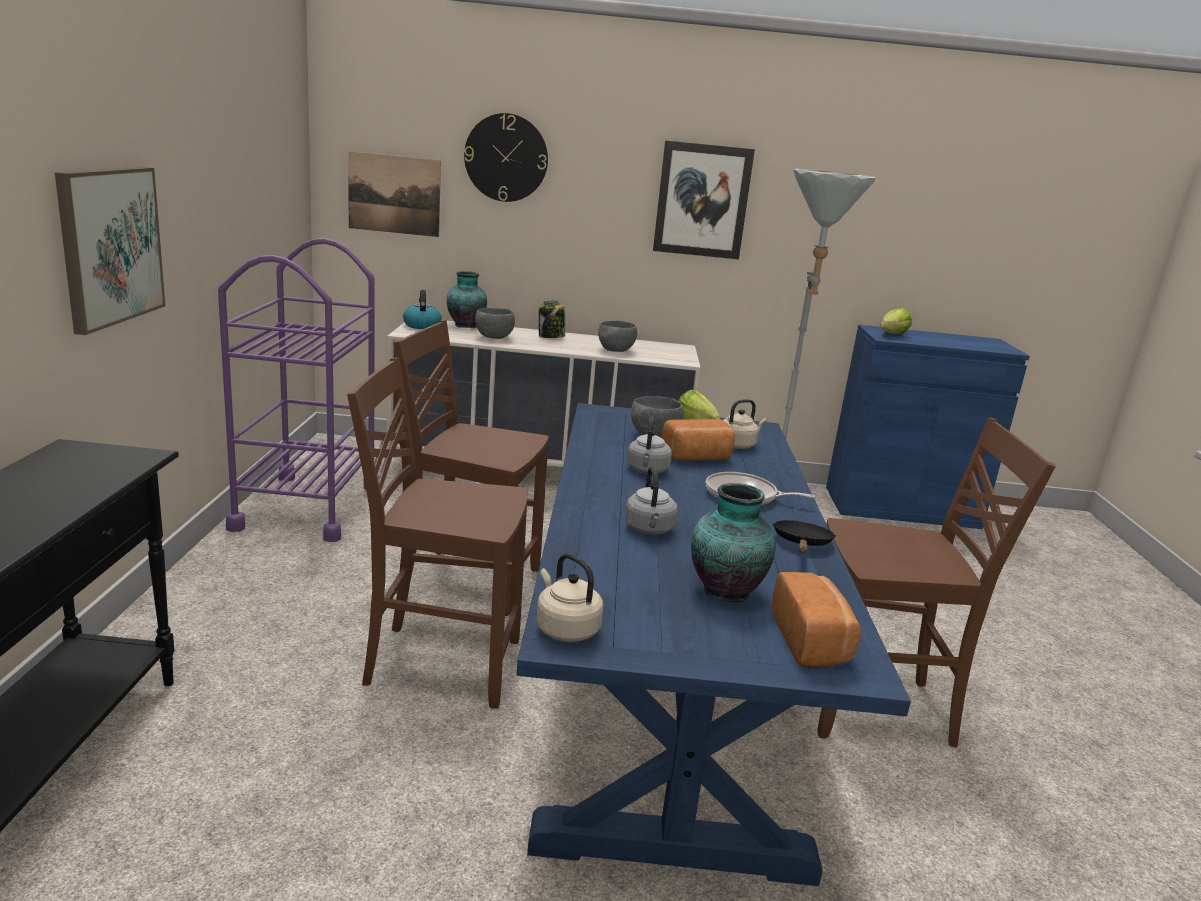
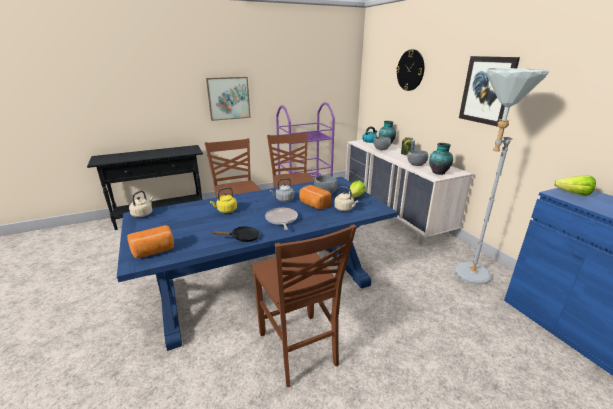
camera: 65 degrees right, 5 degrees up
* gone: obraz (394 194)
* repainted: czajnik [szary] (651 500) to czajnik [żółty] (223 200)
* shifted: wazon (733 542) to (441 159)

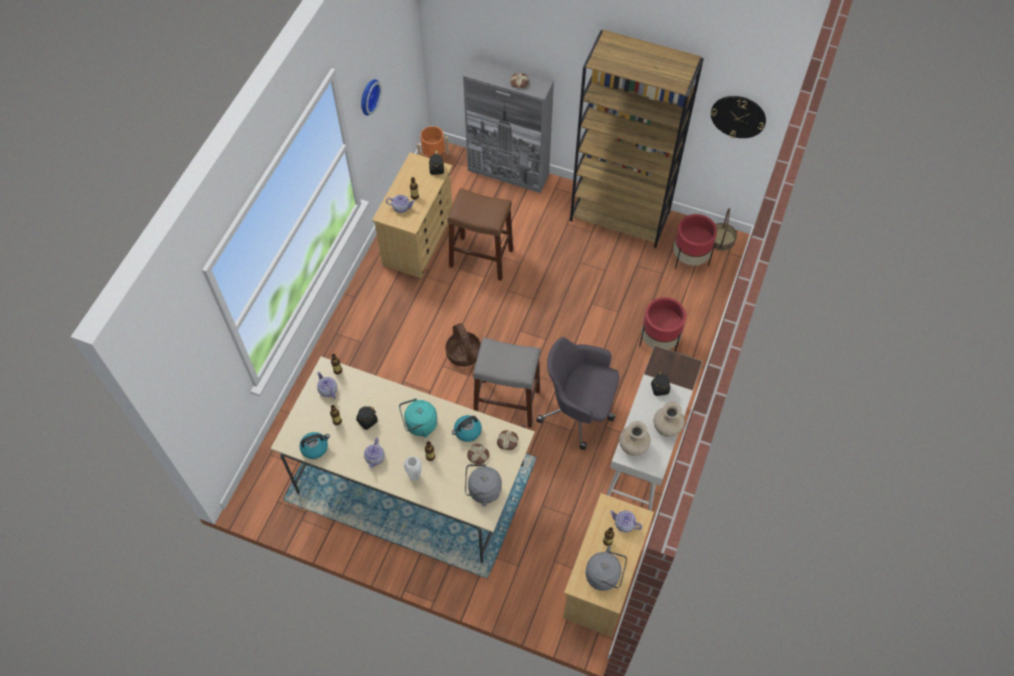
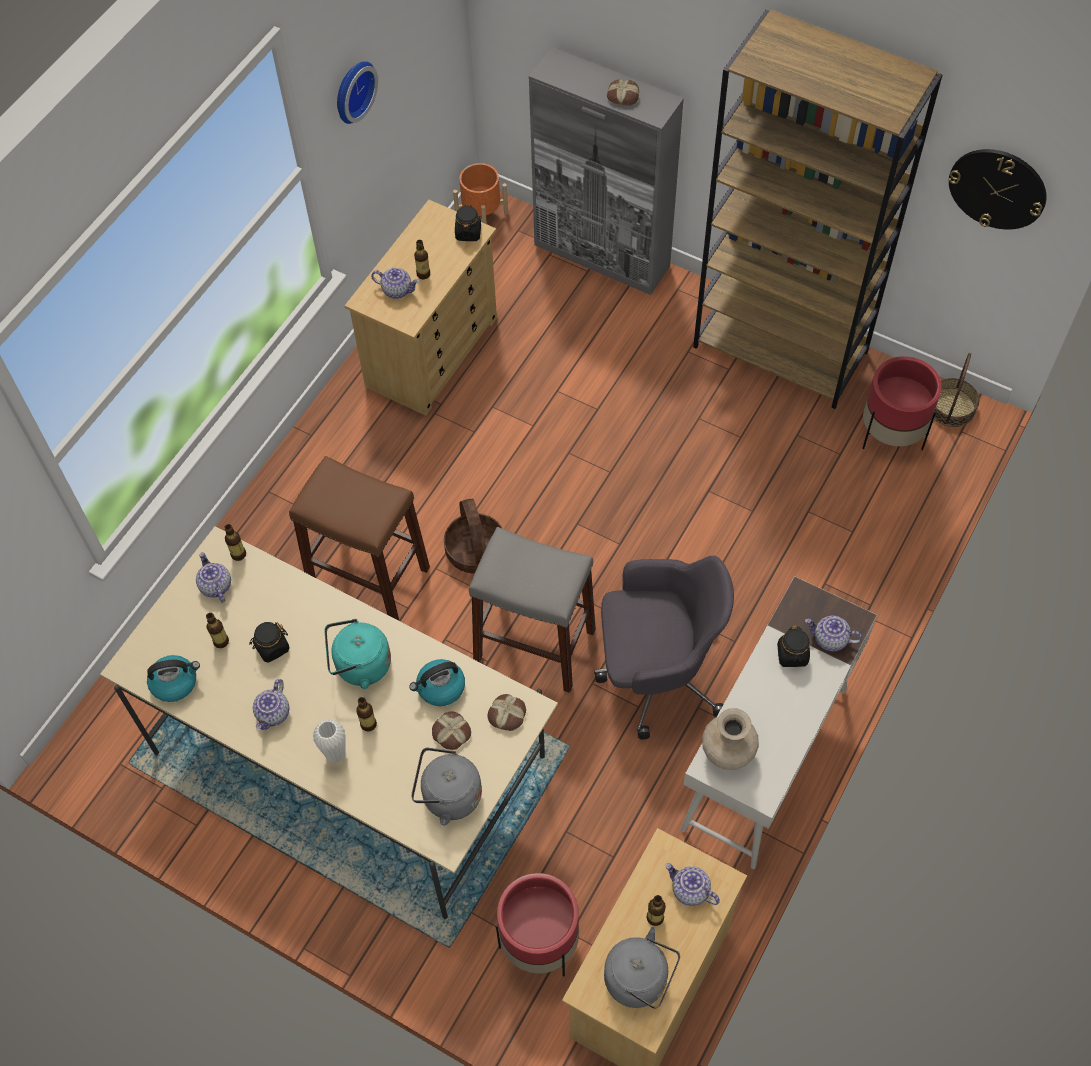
camera: 10 degrees right, 0 degrees up
* shifted: stołek [brązowy] (480 234) to (359 538)
* rotated: krzesło biurowe [szary] (577 393) = (664 647) 150 degrees clockwise
* shifted: donica [czerwony] (662 324) to (537 925)
* gone: wazon [beżowy] (669 419)
* new: imbryk (833 633)

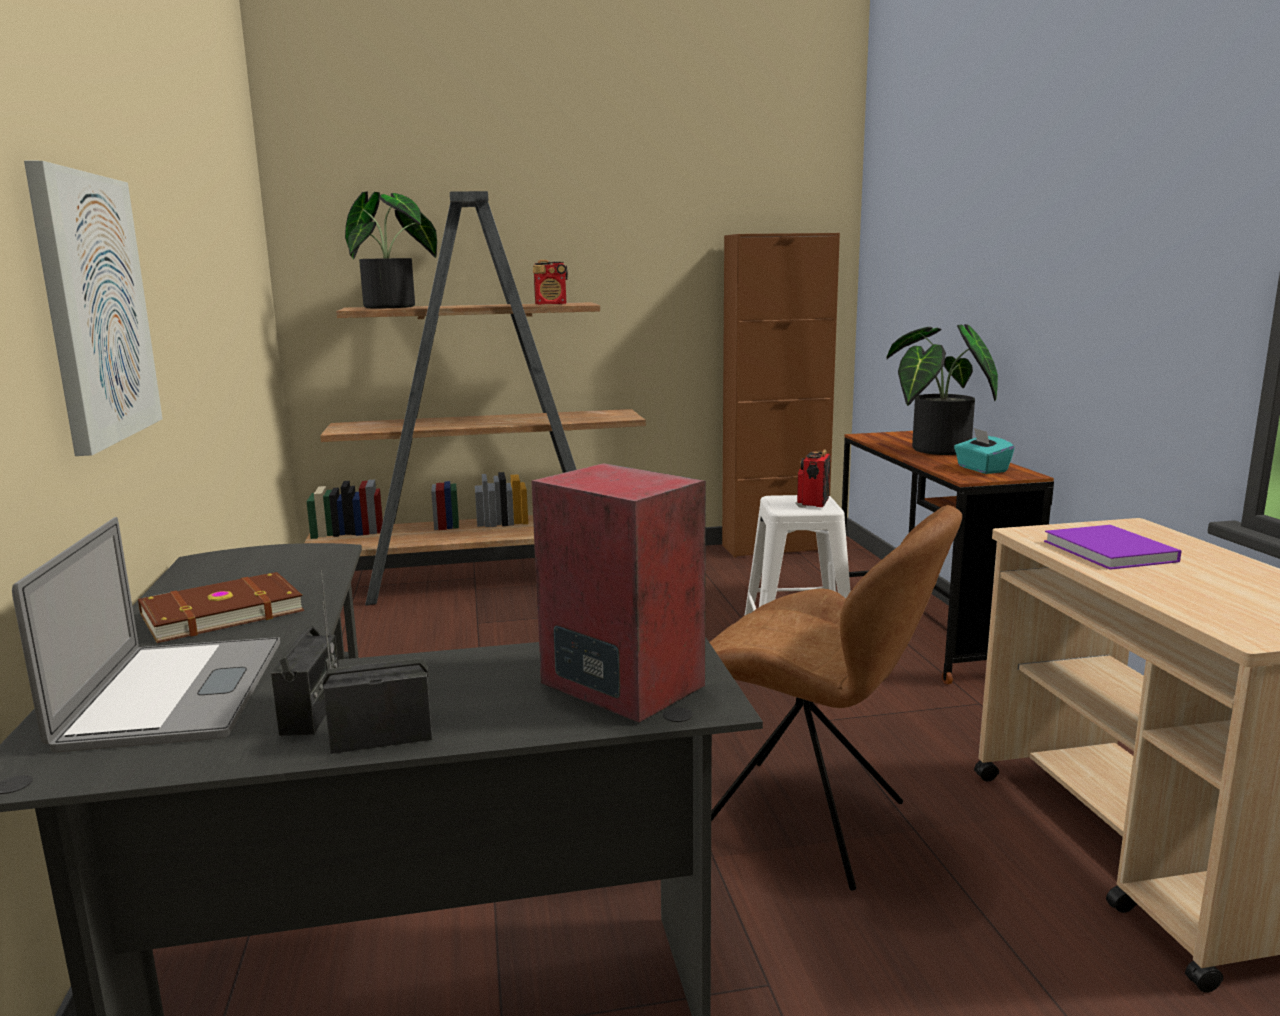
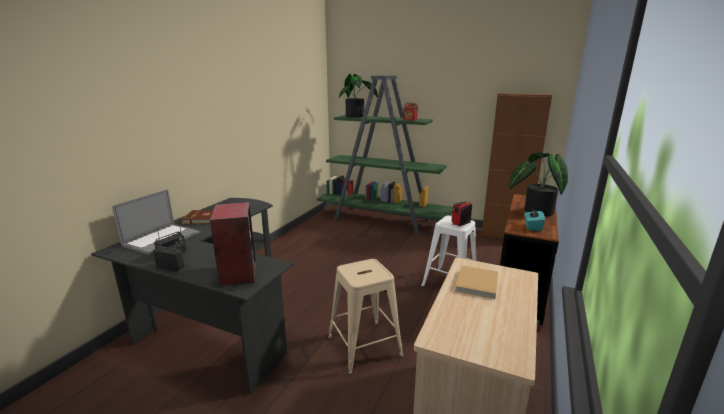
camera: 35 degrees right, 5 degrees up
* gone: obraz (93 308)
* repainted: regał [brązowy] (475 398) to regał [zielony] (385 155)
* swapped: krzesło [brązowy] (835 698) to stołek [beżowy] (365 317)
* repainted: książka [fioletowy] (1113 547) to książka [beżowy] (476 282)

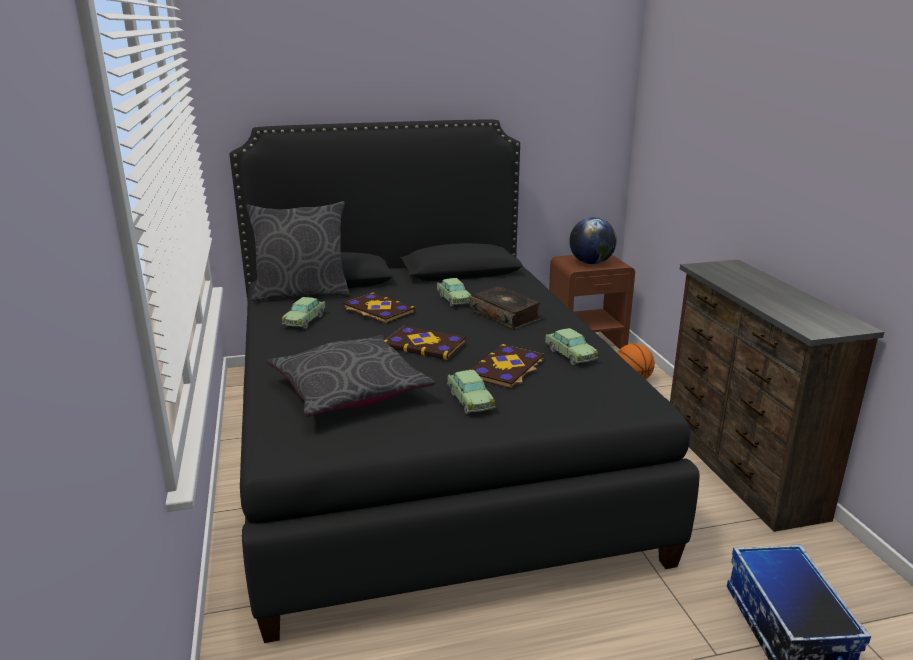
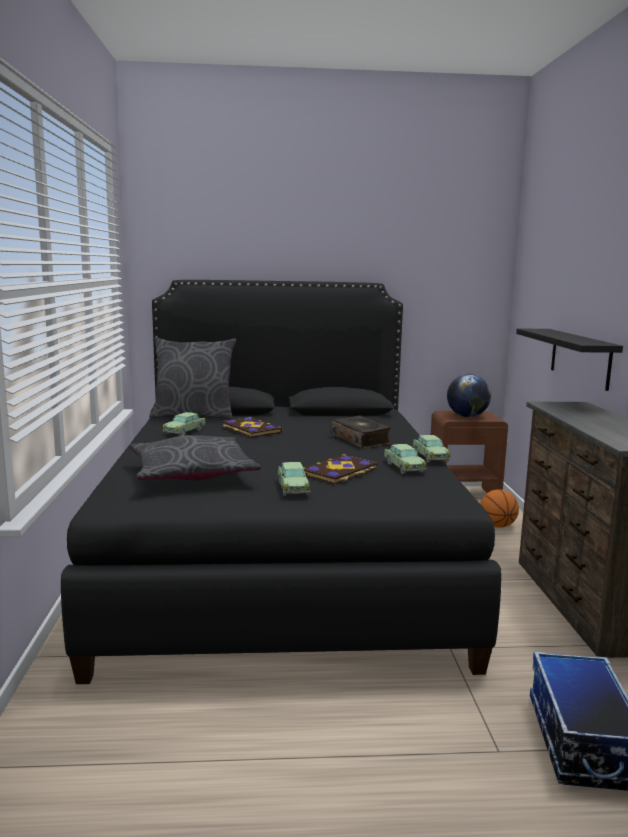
camera: 10 degrees right, 10 degrees down
* gone: książka (425 343)
* shifted: samochodzik (454 292) to (432 449)
* new: półka [czarny] (569 359)

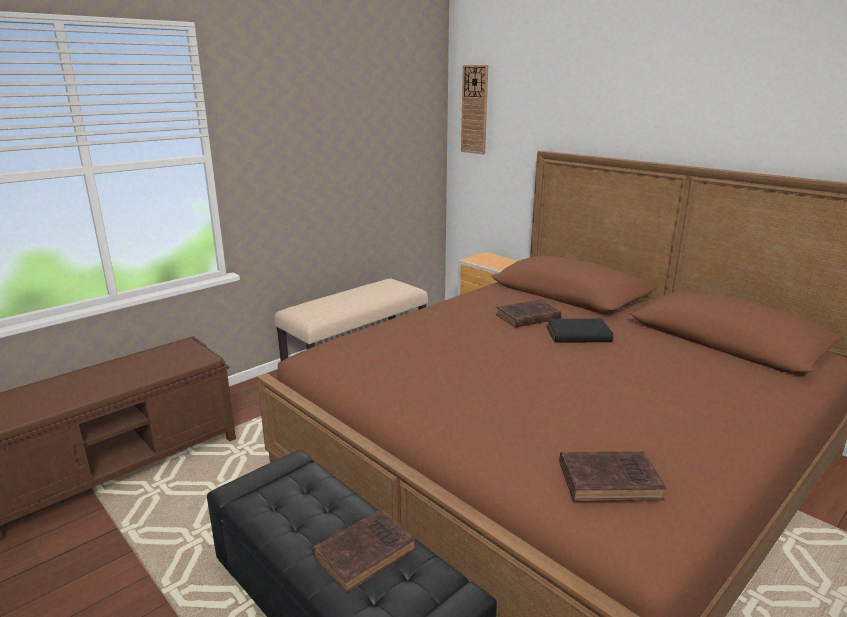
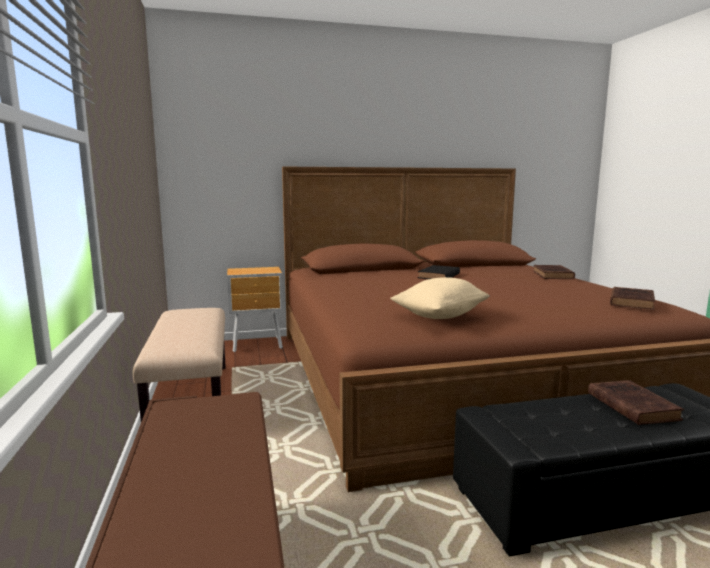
camera: 60 degrees left, 10 degrees down
* gone: zegar ścienny (474 109)
* shifted: książka [brązowy] (528 314) to (554 272)
* new: poduszka [beżowy] (440 298)

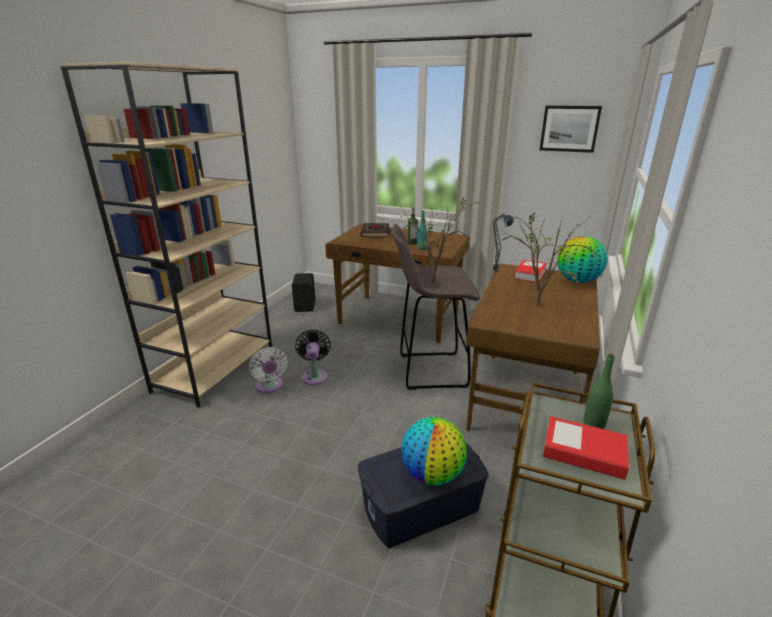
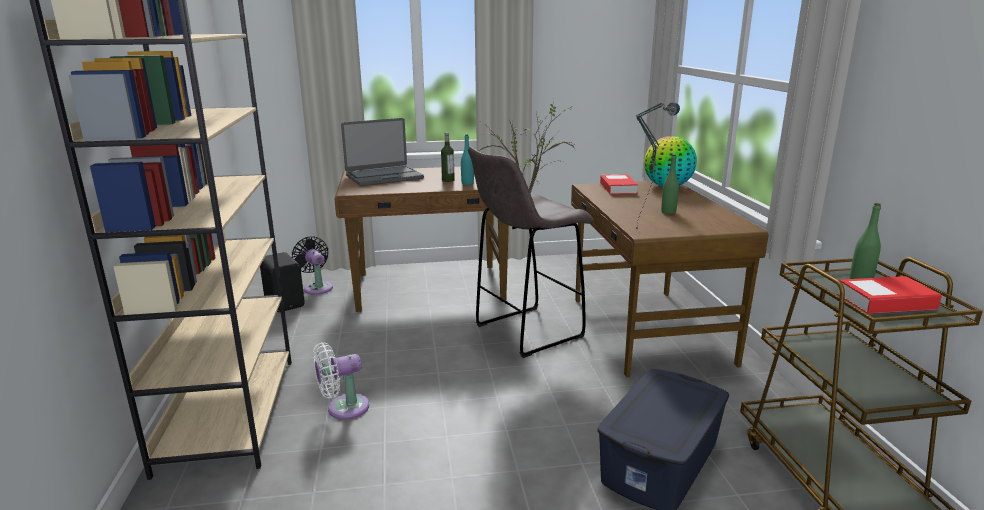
camera: 30 degrees left, 5 degrees down
* rotated: wentylator [biały] (268 370) = (341 381) 120 degrees clockwise
* shifted: wentylator [czarny] (313 357) to (312 265)
* swapped: książka [czarny] (375 230) to laptop (382 152)
* gone: globus (434 451)
* swapped: roślina doniczkowa (550 259) to butelka [zielony] (670 184)
* gone: obraz (571 129)

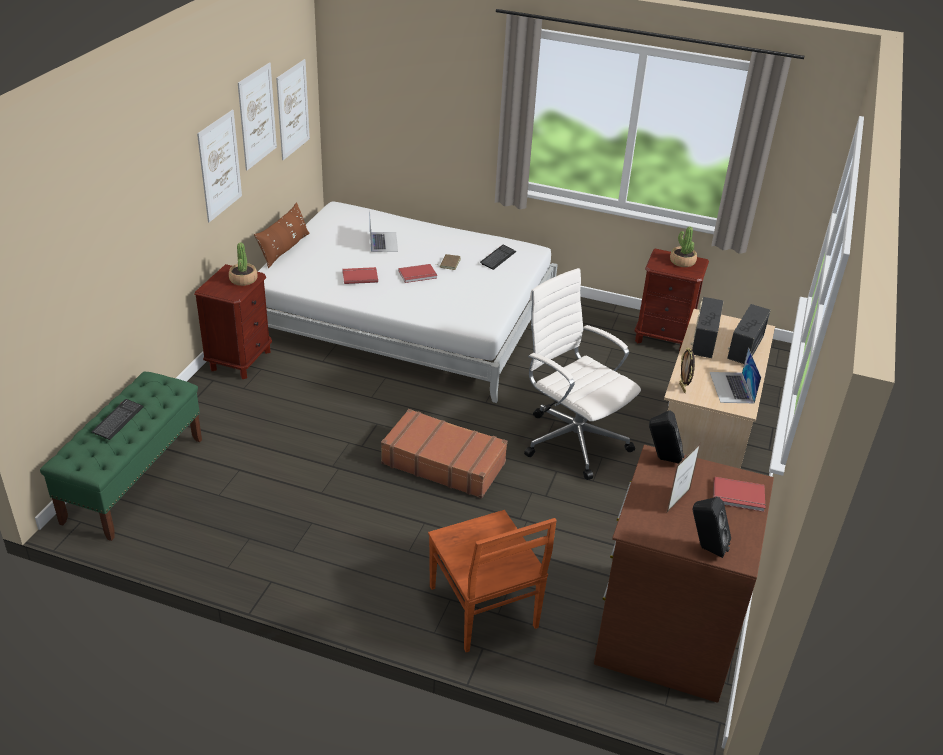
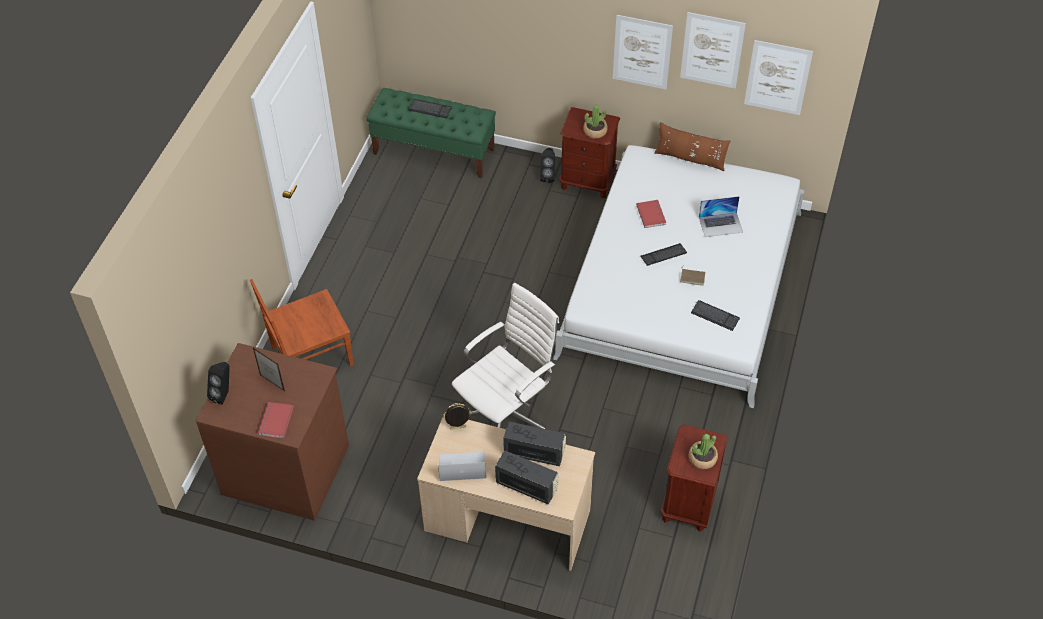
camera: 90 degrees right, 15 degrees up
* gone: walizka [brązowy] (444 454)
* swapped: książka [czerwony] (417 273) to klawiatura (663 254)
* shifted: głośnik [czarny] (666 436) to (547 165)

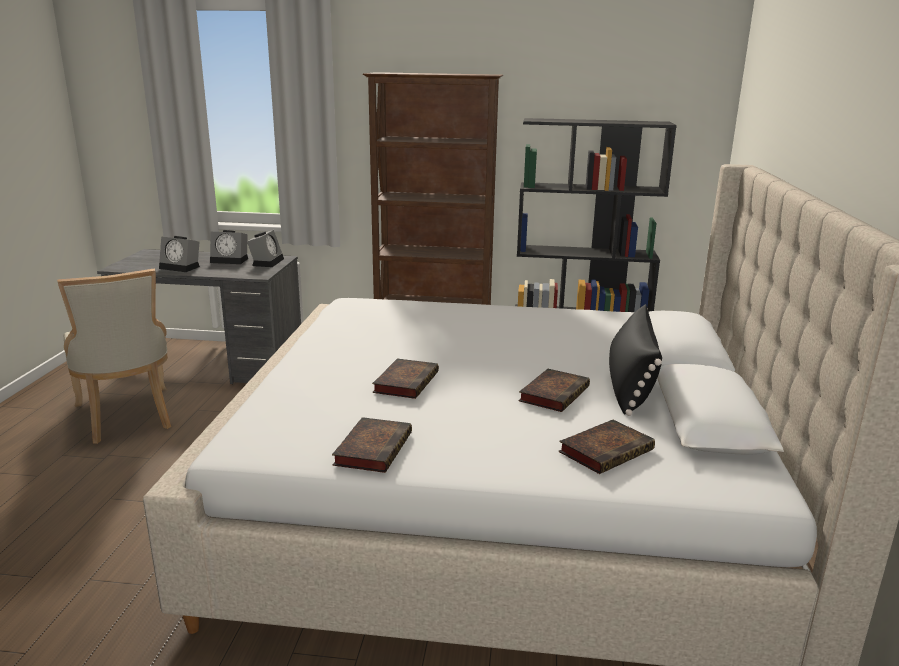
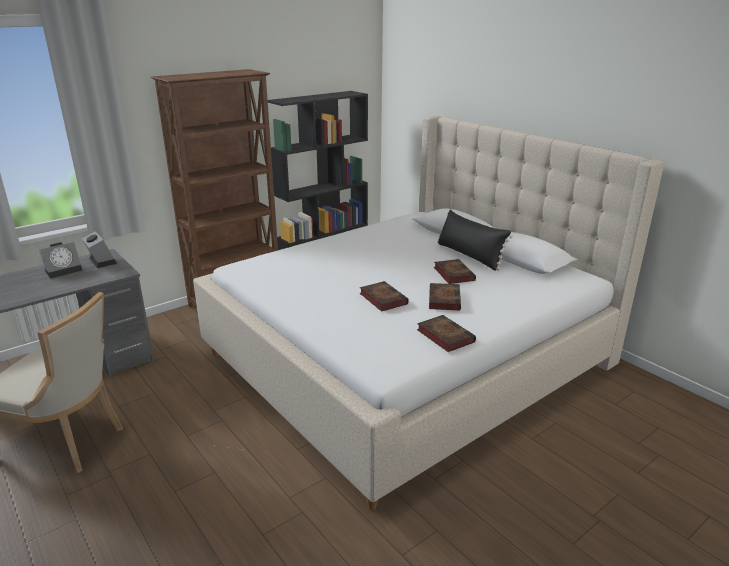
camera: 45 degrees left, 5 degrees up
* gone: budzik (179 254)
* shifted: książka (607 447) to (445 296)

